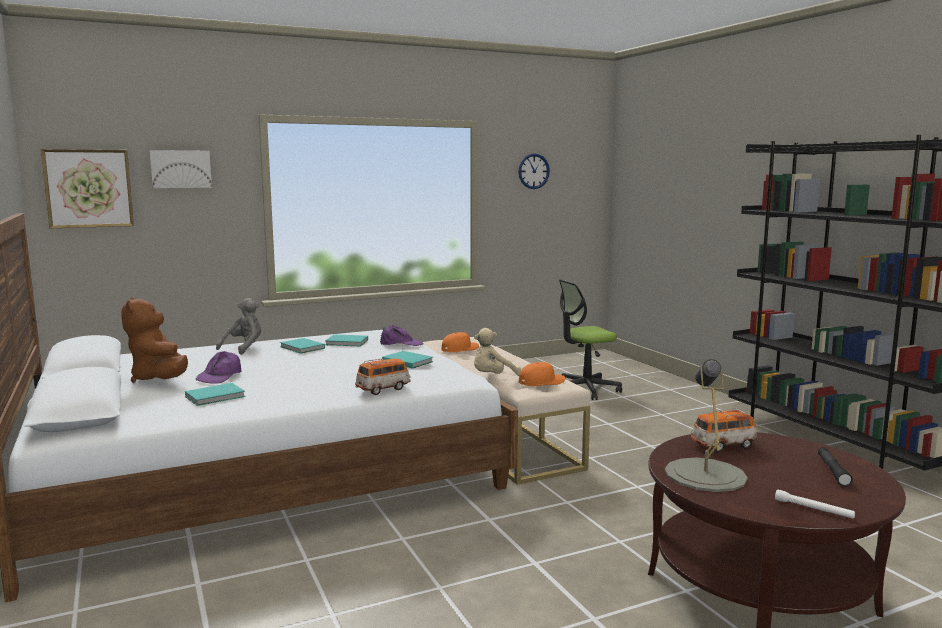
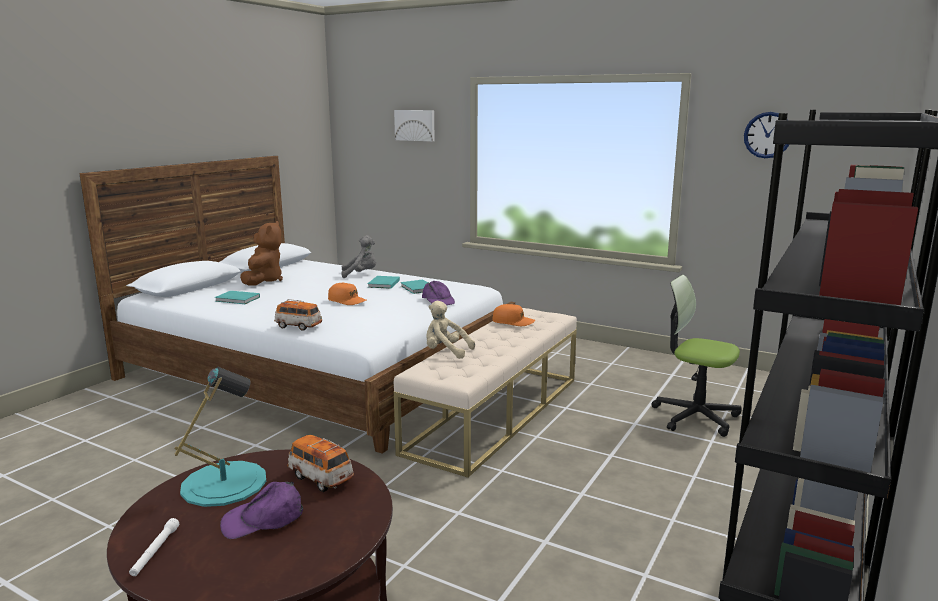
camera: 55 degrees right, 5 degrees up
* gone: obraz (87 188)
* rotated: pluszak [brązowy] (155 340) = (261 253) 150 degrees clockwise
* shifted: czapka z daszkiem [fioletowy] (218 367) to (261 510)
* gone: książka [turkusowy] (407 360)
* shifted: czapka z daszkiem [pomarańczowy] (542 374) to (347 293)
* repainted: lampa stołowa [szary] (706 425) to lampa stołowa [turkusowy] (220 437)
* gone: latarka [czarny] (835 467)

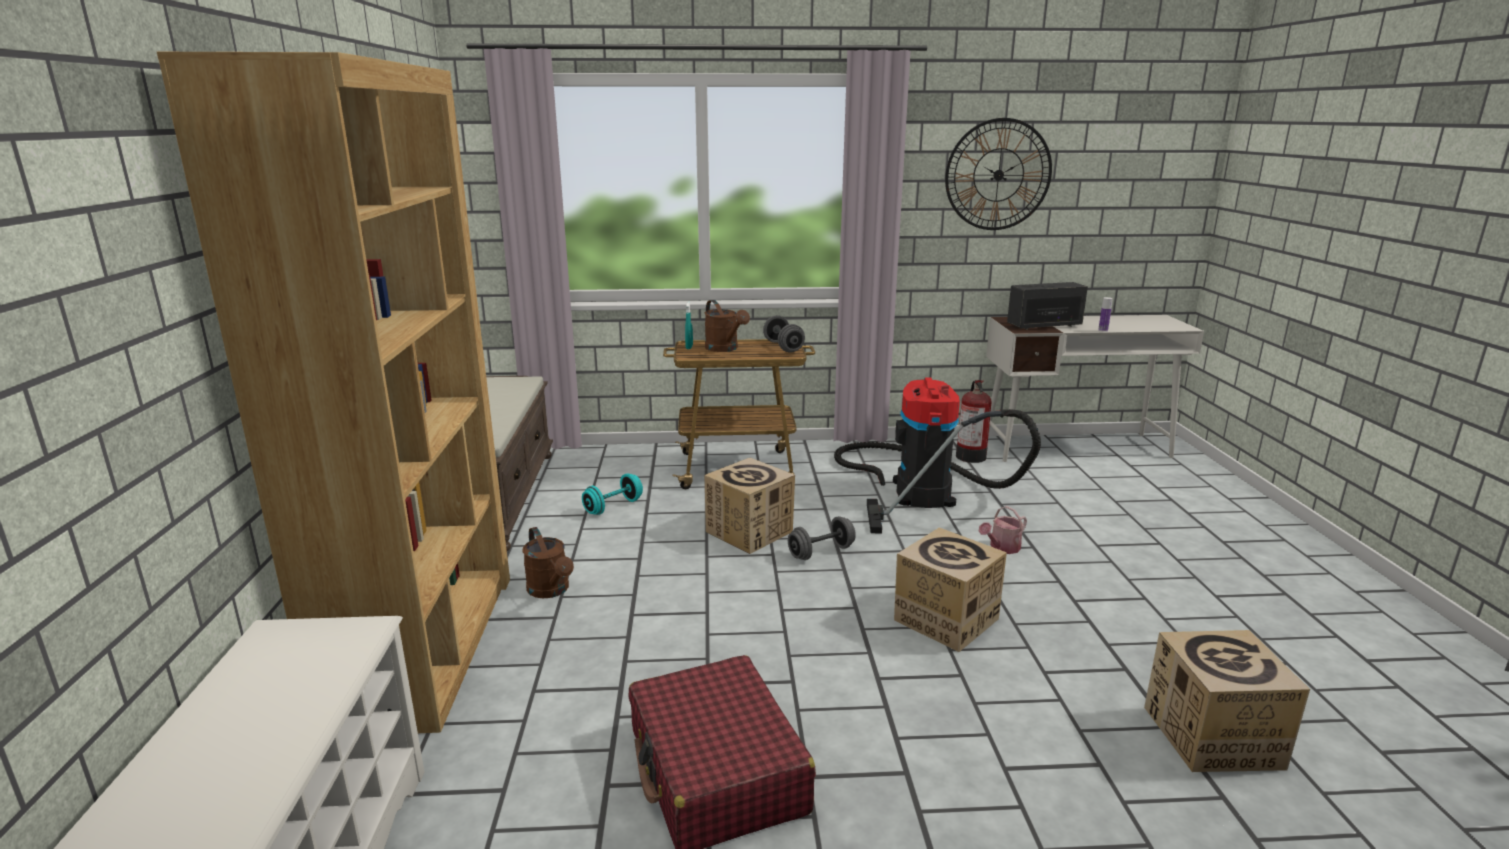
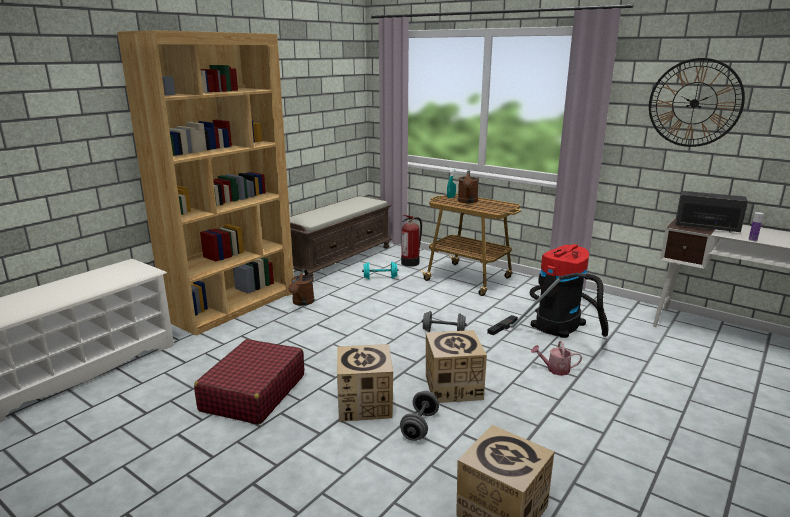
camera: 40 degrees right, 0 degrees up
* shifted: karton (749 506) to (365 383)
* shifted: hantel [szary] (784 333) to (419 416)
* shifted: gaśnica (974 421) to (411 241)

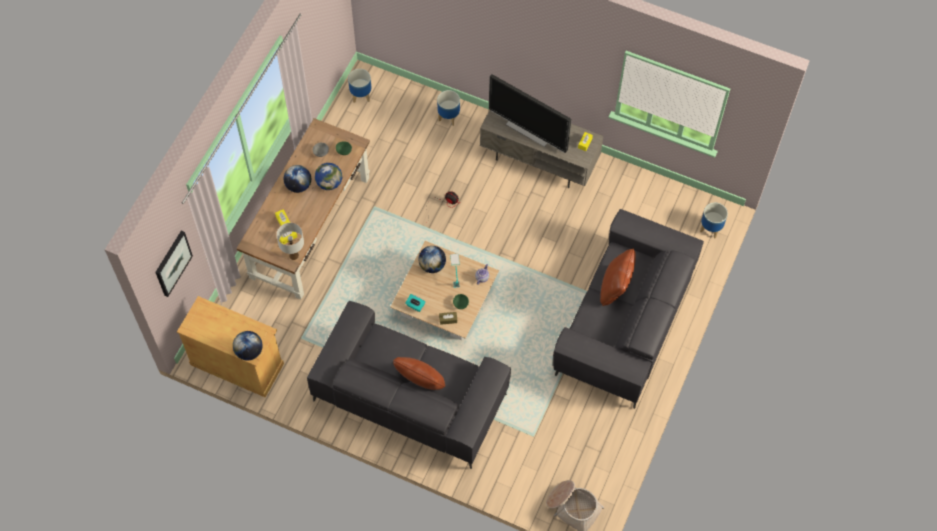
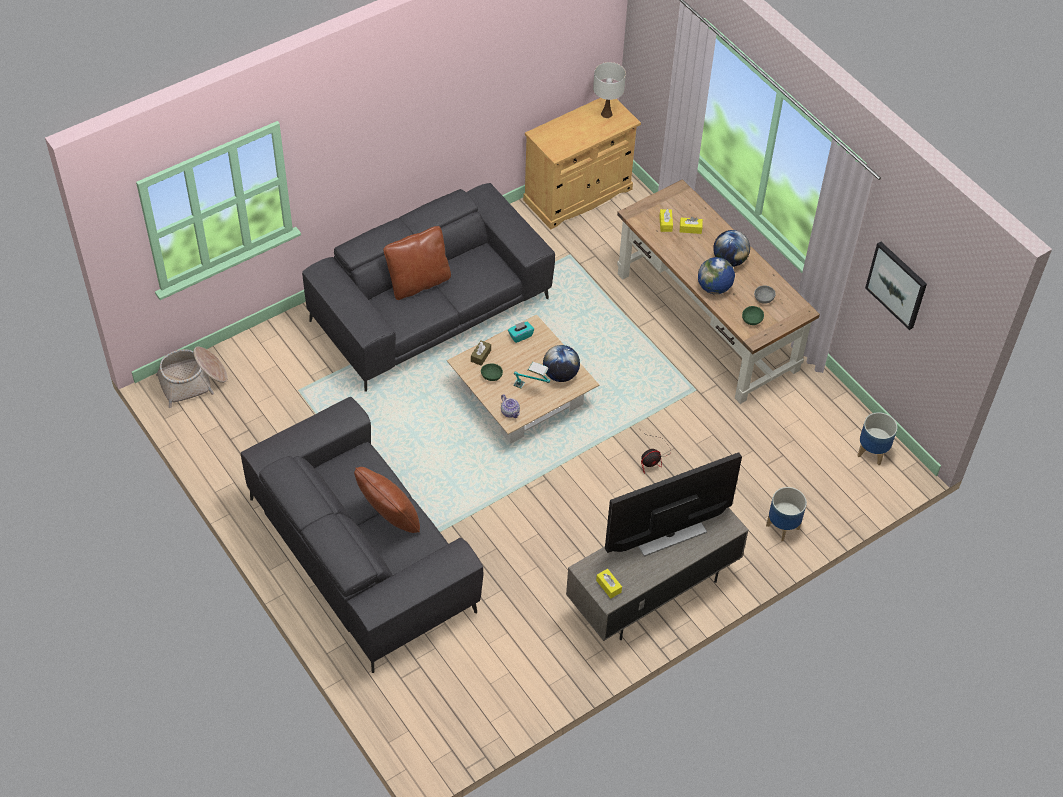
camera: 120 degrees right, 10 degrees down
* shifted: obraz (174 264) to (896 286)
* gone: globus (248 346)
* shifted: lampa stołowa [biały] (290 241) to (609 90)
* gone: donica (714 221)

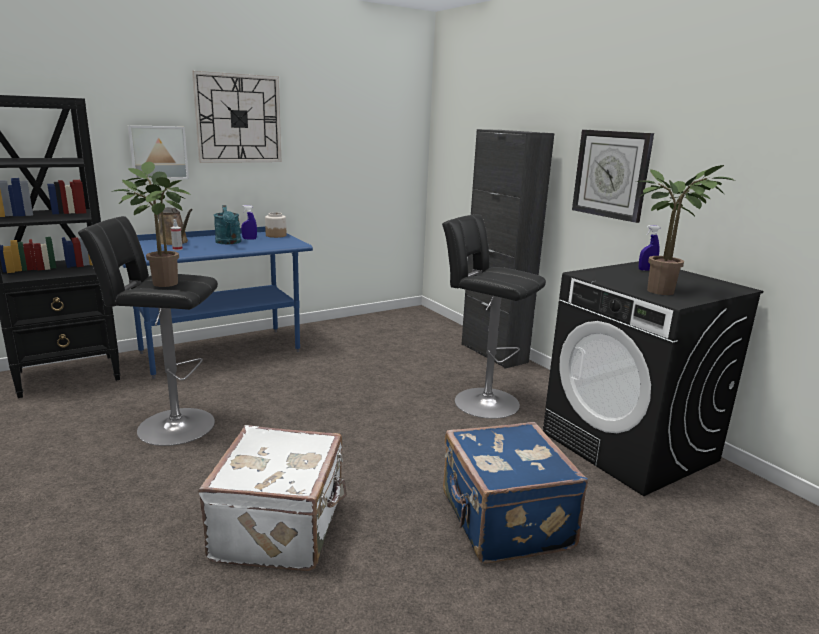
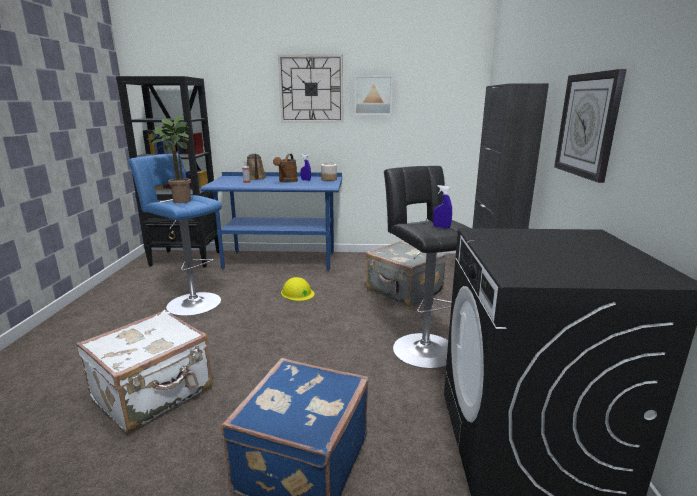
camera: 35 degrees right, 0 degrees up
* repainted: stołek [czarny] (148 331) to stołek [niebieski] (175 235)
* shifted: obraz (158 152) to (374 95)
* repainted: konewka [turkusowy] (227 224) to konewka [brązowy] (285 168)
* gone: roślina doniczkowa (686 230)
* shifted: spryskiwacz [niebieski] (649 248) to (442 207)
* new: kask [żółty] (297 289)
* new: walizka [szary] (406 274)

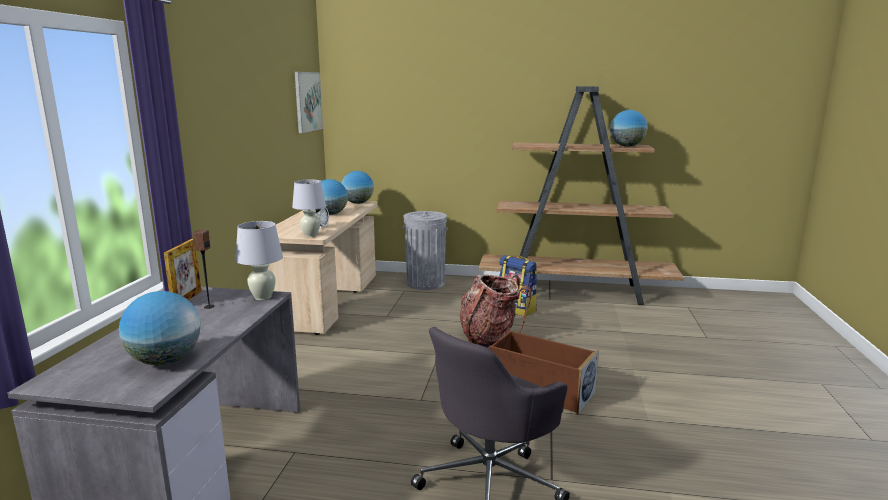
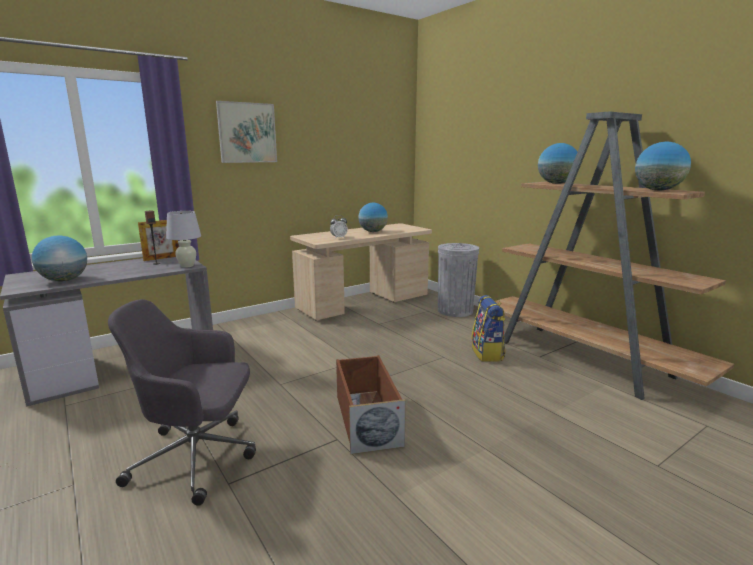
camera: 45 degrees right, 0 degrees up
* gone: lampa stołowa [biały] (309 208)
* shifted: obraz (309 102) to (246 132)
* shifted: globus (357 187) to (557 163)
* gone: plecak (495 311)

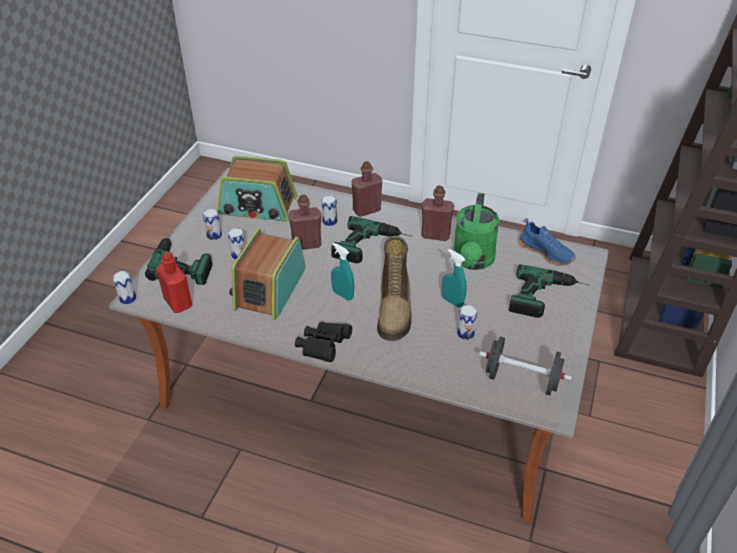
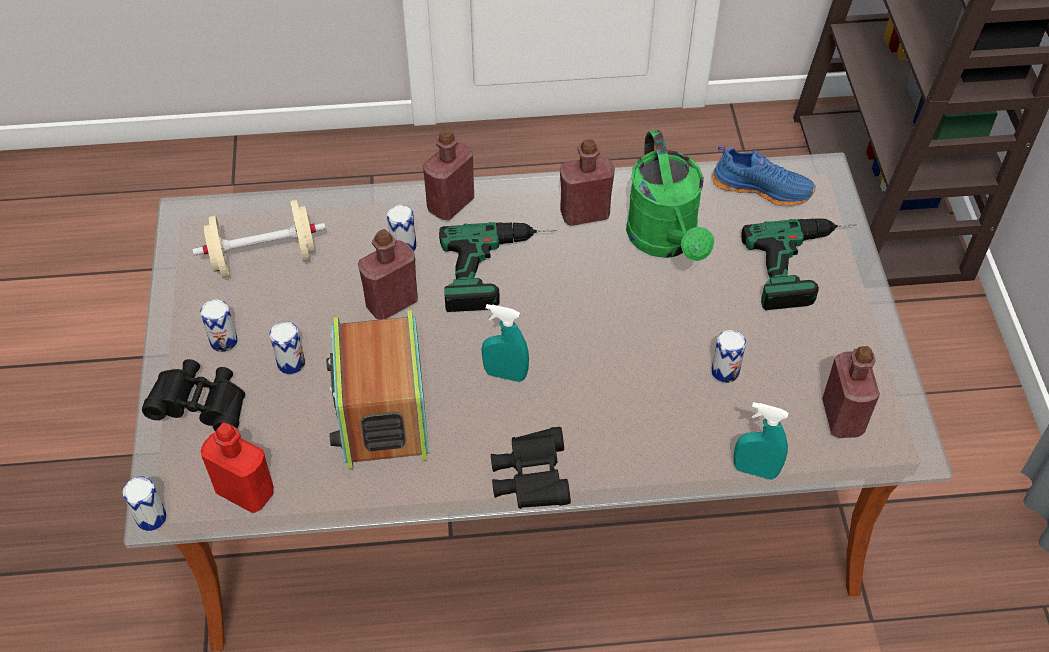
camera: 25 degrees left, 10 degrees up
* swapped: wiertarka (178 258) to lornetka [czarny] (193 395)
* swapped: radio (257 188) to hantel [beżowy] (259 239)
* gone: but z cholewką (394 288)
* shifted: spryskiwacz [turkusowy] (454 278) to (761 441)
* swapped: hantel [czarny] (525 366) to butelka [czerwony] (851 392)

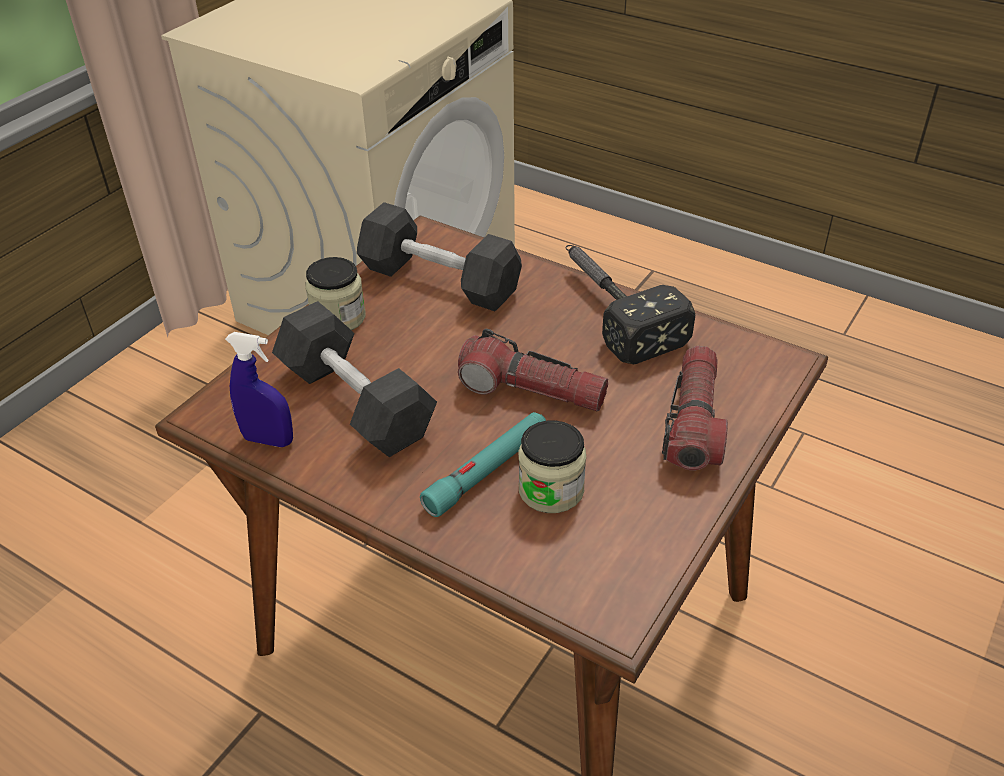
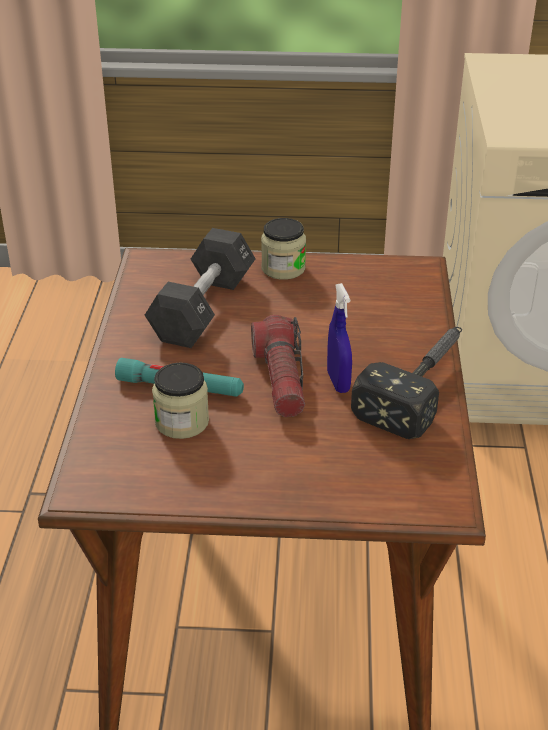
camera: 60 degrees right, 5 degrees down
* shifted: spryskiwacz [niebieski] (259 389) to (339 338)
* gone: hantel [czarny] (439 256)
* gone: latarka (695 408)

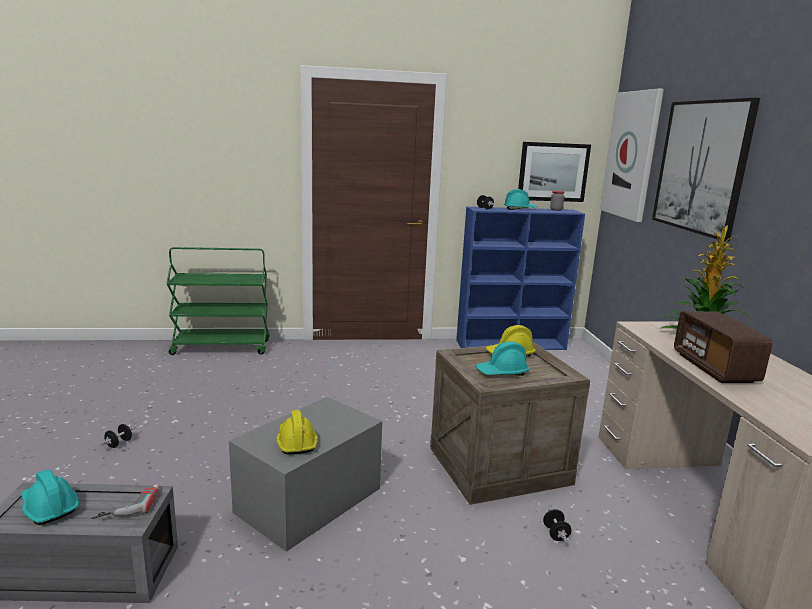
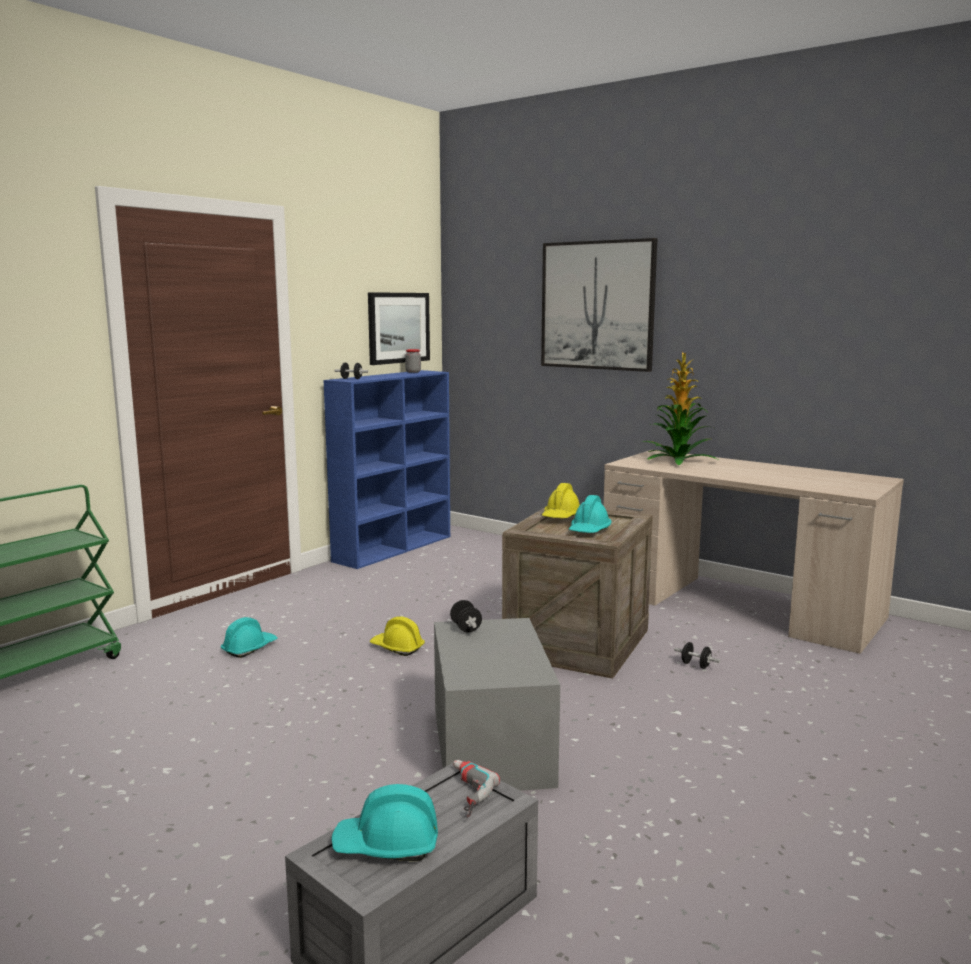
camera: 45 degrees left, 5 degrees down
* shifted: hantel [czarny] (117 436) to (466 616)
* shifted: kask [żółty] (296 432) to (397 636)
* shifted: kask [turkusowy] (521 199) to (249 637)
* gone: obraz (632 155)
* gone: radio (723 347)

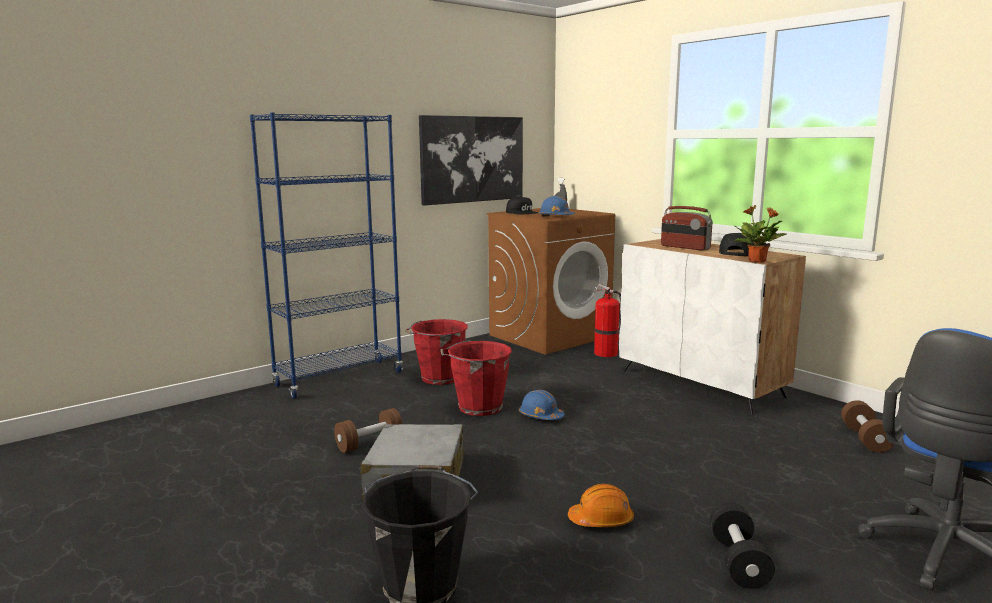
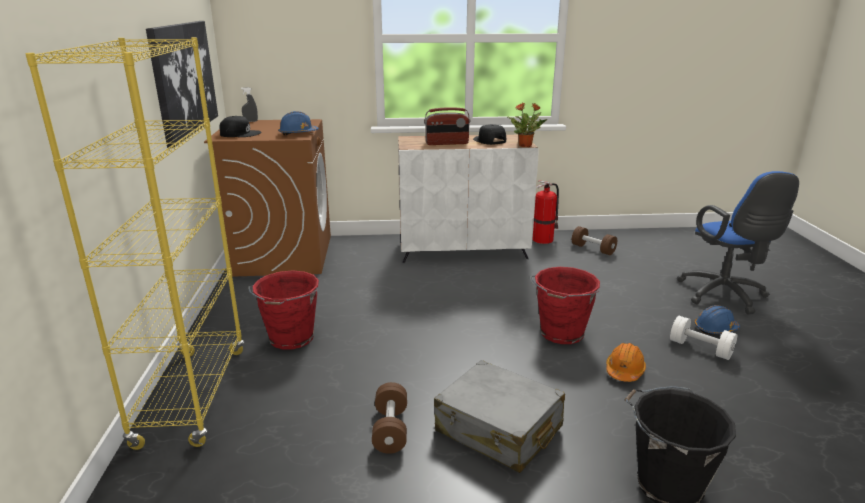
camera: 55 degrees left, 10 degrees up
* repainted: regał [niebieski] (326 255) to regał [żółty] (134 243)
* shifted: wiadro [czerwony] (476 378) to (565 305)
* shifted: kask [niebieski] (542 405) to (717 319)
* shifted: gaśnica (607 320) to (546 212)
* repainted: hantel [czarny] (742 545) to hantel [biały] (703 338)

